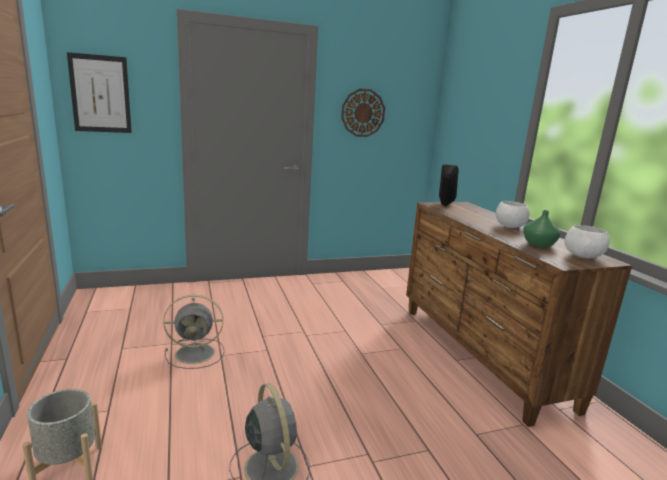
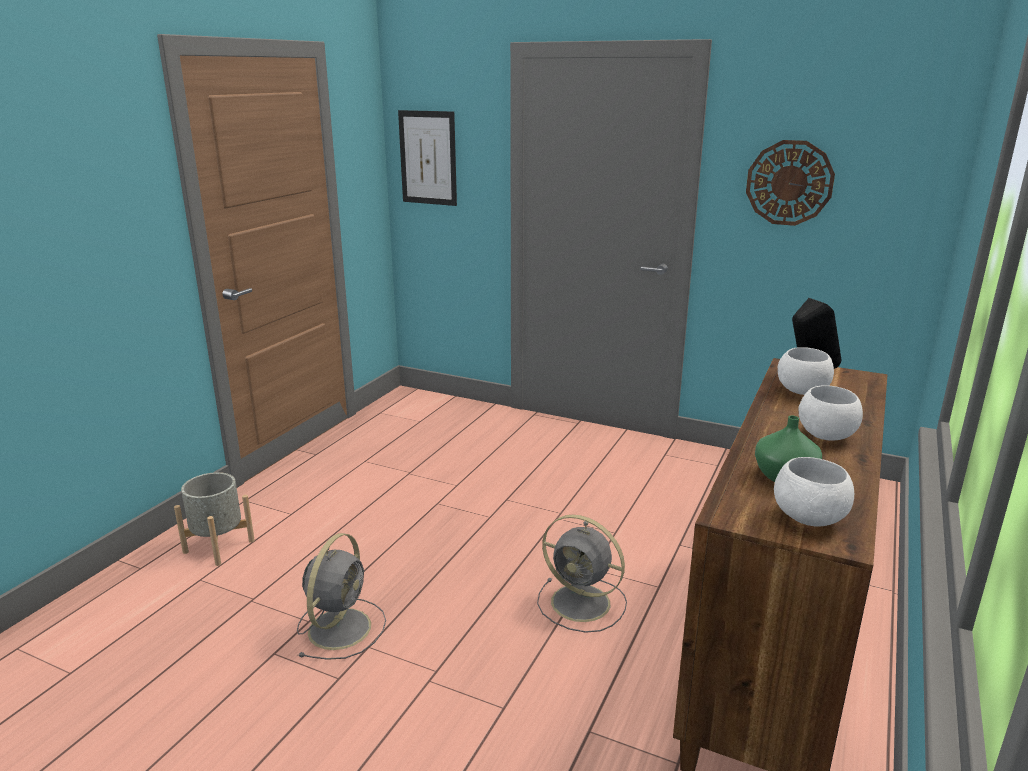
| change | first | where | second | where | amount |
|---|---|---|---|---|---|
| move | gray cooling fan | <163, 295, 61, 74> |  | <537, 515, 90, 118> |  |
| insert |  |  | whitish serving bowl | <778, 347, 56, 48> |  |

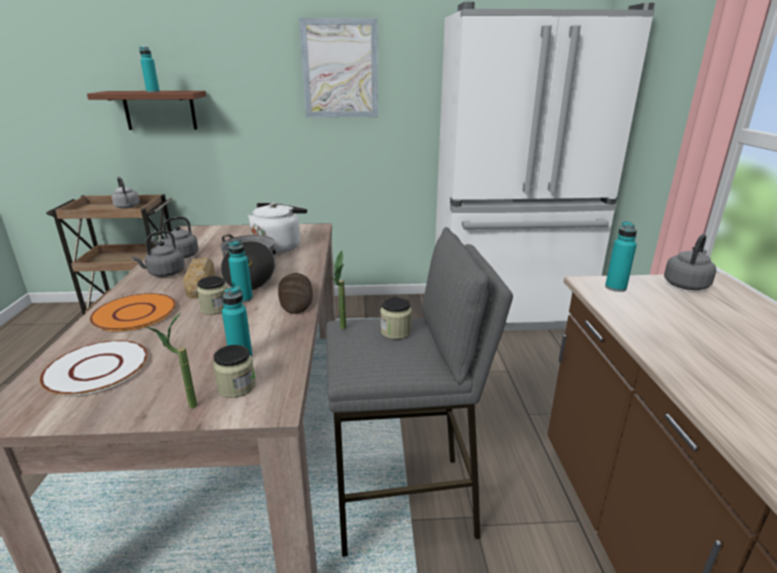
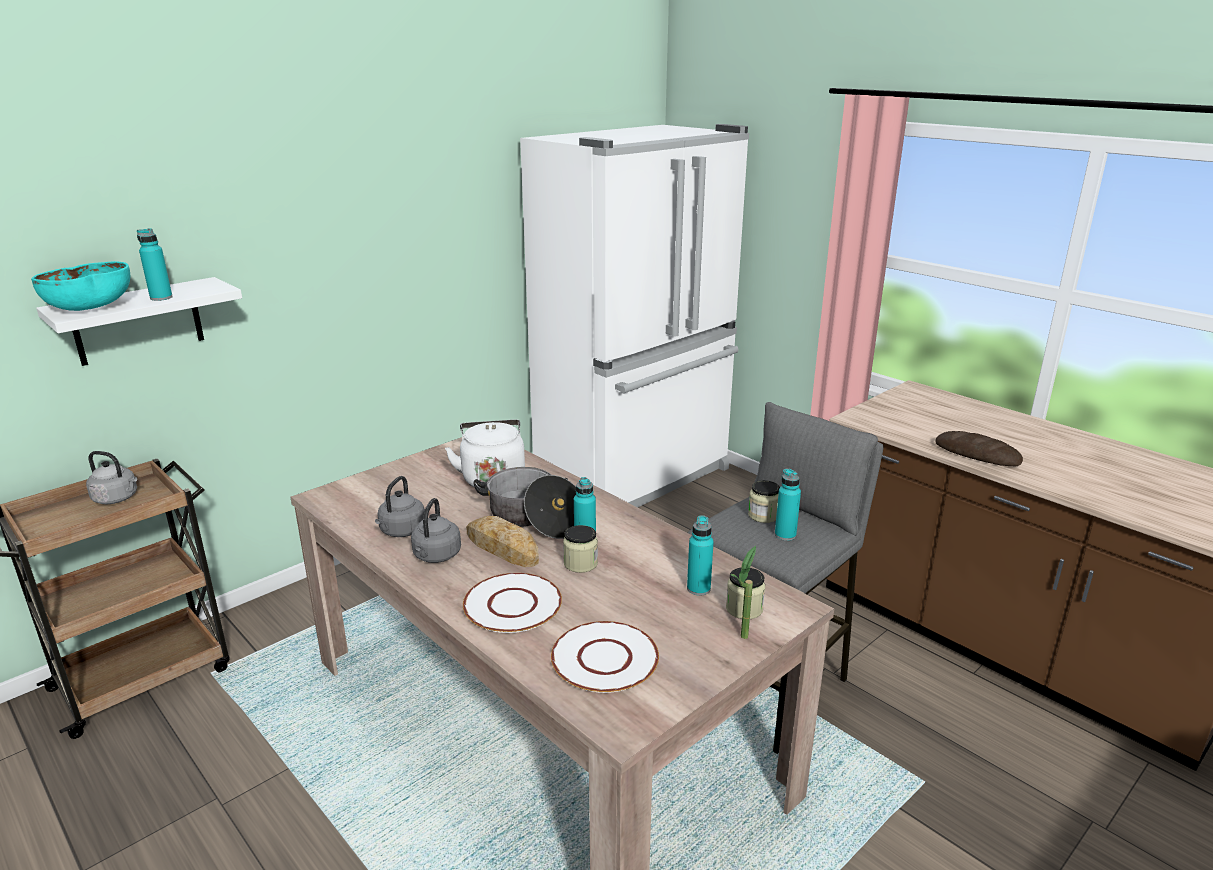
| change | first | where | second | where | amount |
|---|---|---|---|---|---|
| delete | picture | <299, 18, 79, 100> |  |  |  |
| recolor | brown bracket shelf | <87, 91, 119, 39> | whitish bracket shelf | <36, 277, 206, 89> |  |
| move | turquoise-coloured beverage bottle | <605, 221, 32, 71> |  | <775, 468, 26, 73> |  |
| delete | gray tea kettle | <664, 234, 52, 56> |  |  |  |
| delete | plant in a pot | <329, 250, 17, 79> |  |  |  |
| move | bread | <278, 273, 35, 41> |  | <935, 431, 88, 35> |  |
| recolor | orange-coloured plate | <90, 293, 86, 38> | whitish plate | <463, 573, 99, 60> |  |
| insert |  |  | turquoise-coloured serving bowl | <31, 261, 100, 50> |  |

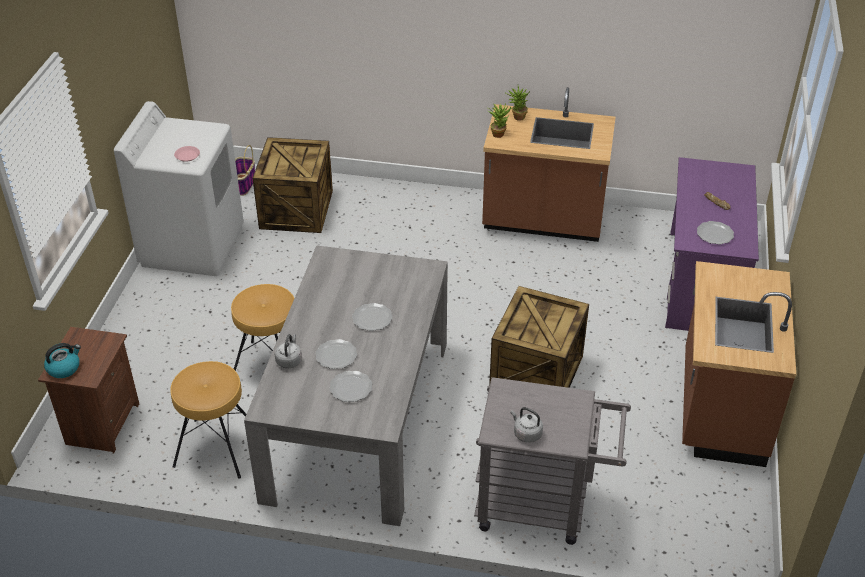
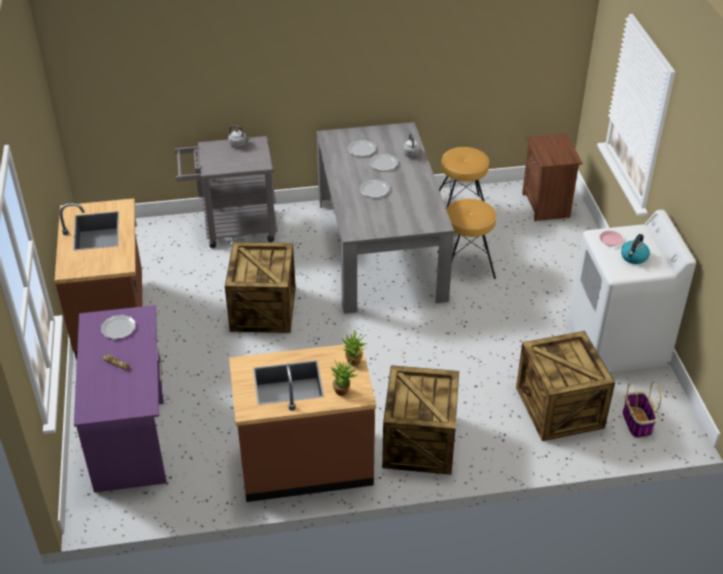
| change | first | where | second | where | amount |
|---|---|---|---|---|---|
| move | tea kettle | <44, 343, 37, 35> |  | <621, 234, 29, 30> |  |
| insert |  |  | shipping crate | <382, 365, 77, 110> |  |

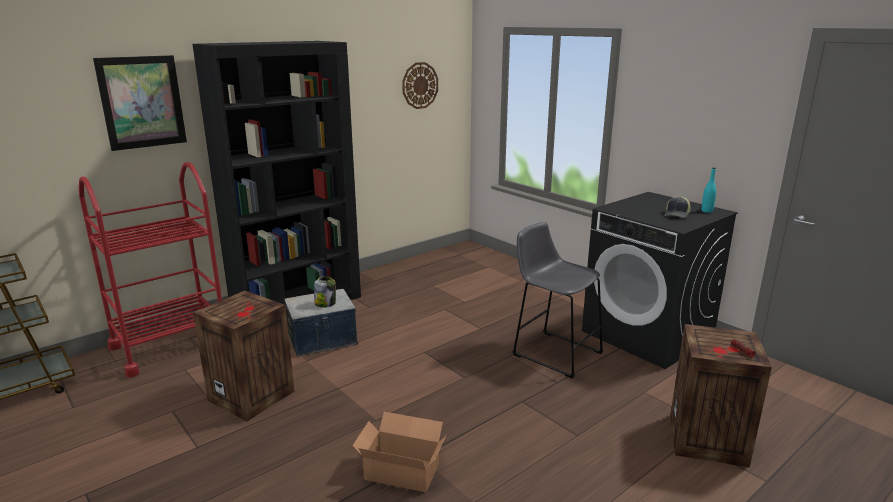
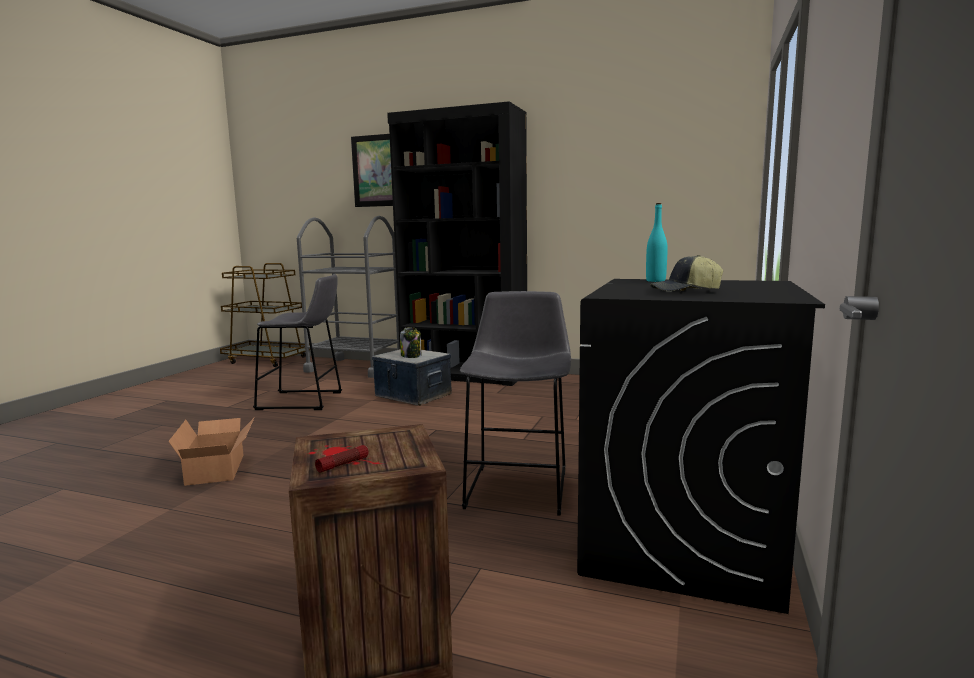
| change | first | where | second | where | amount |
|---|---|---|---|---|---|
| delete | wall clock | <402, 62, 36, 47> |  |  |  |
| recolor | red-coloured wheeled cart | <79, 162, 143, 216> | gray wheeled cart | <297, 216, 103, 162> |  |
| move | turquoise-coloured beverage bottle | <701, 167, 15, 46> |  | <646, 203, 22, 79> |  |
| replace | shipping crate | <193, 291, 102, 130> | gray stool seat | <253, 274, 89, 136> |  |

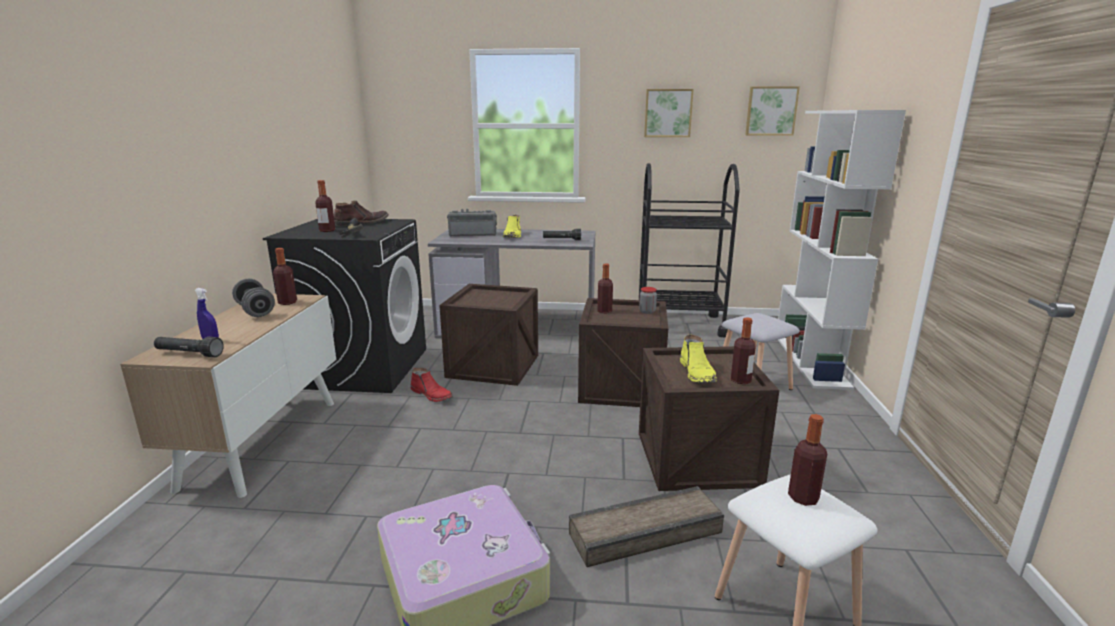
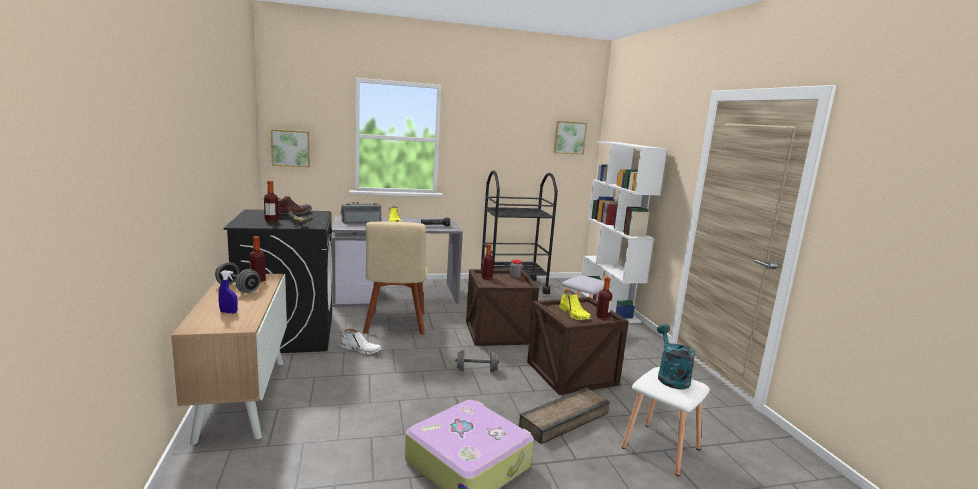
| change | first | where | second | where | amount |
|---|---|---|---|---|---|
| move | picture | <644, 89, 50, 48> |  | <271, 129, 39, 38> |  |
| replace | shipping crate | <439, 284, 99, 102> | beige plain chair | <363, 221, 65, 114> |  |
| delete | black hand torch | <154, 337, 70, 20> |  |  |  |
| recolor | red-coloured tall boot | <411, 368, 42, 34> | whitish tall boot | <341, 329, 41, 25> |  |
| replace | beverage bottle | <788, 414, 39, 92> | turquoise-coloured sprinkling can | <657, 324, 39, 65> |  |
| insert |  |  | gray dumbbell | <455, 350, 44, 22> |  |

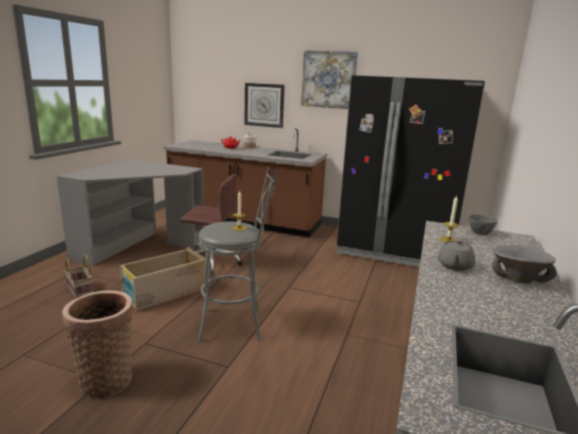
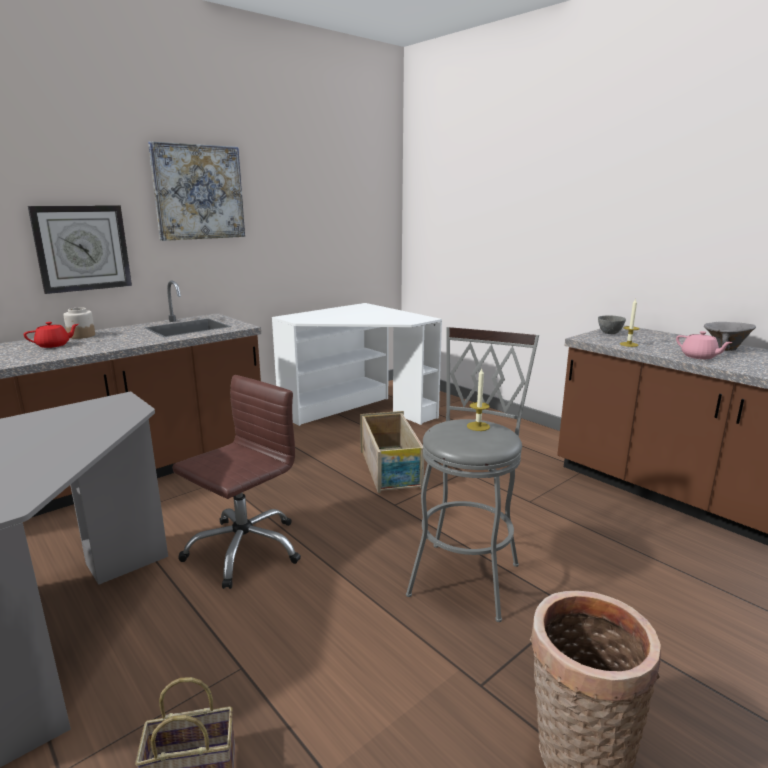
| change | first | where | second | where | amount |
|---|---|---|---|---|---|
| replace | black refrigerator | <337, 75, 148, 192> | whitish desk unit | <272, 303, 170, 123> |  |
| recolor | gray tea pot | <438, 239, 38, 32> | pink-coloured tea pot | <676, 331, 57, 28> |  |
| move | shipping crate | <120, 247, 85, 64> |  | <360, 411, 64, 82> |  |

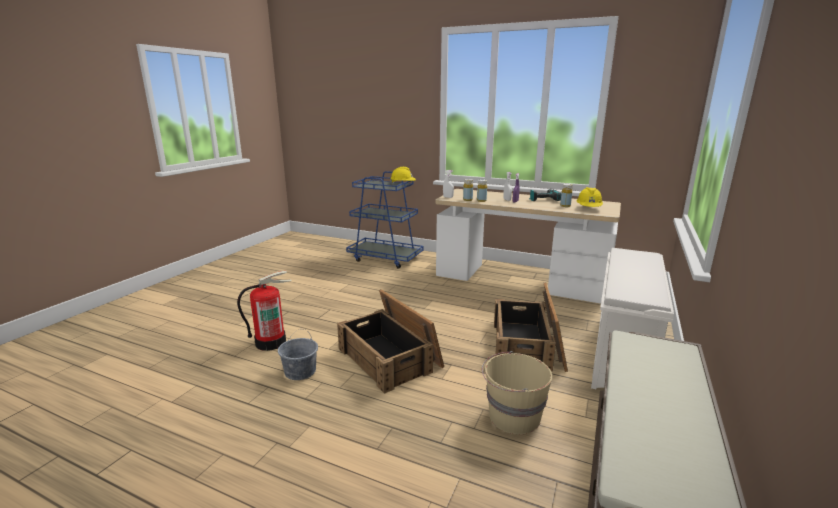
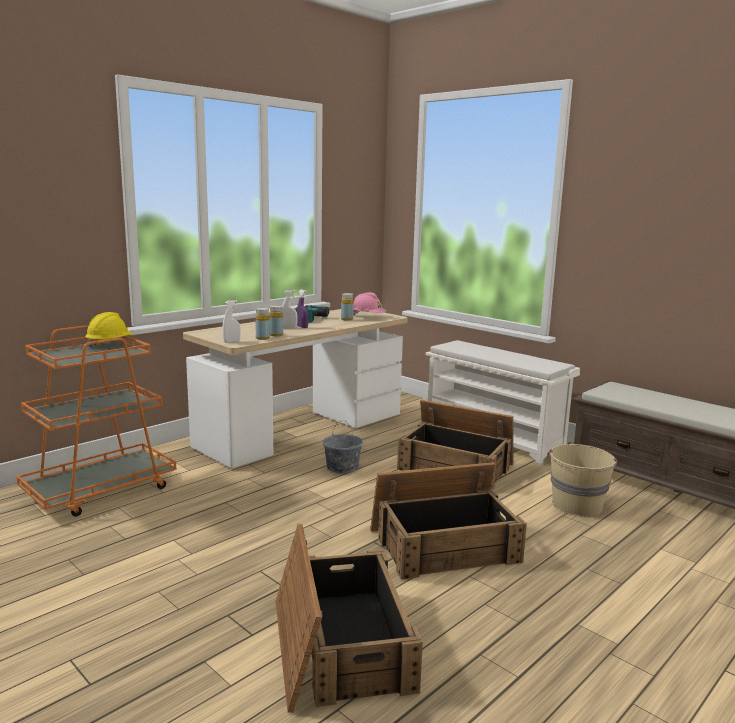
| change | first | where | second | where | amount |
|---|---|---|---|---|---|
| recolor | blue wheeled cart | <346, 171, 78, 98> | orange-coloured wheeled cart | <17, 325, 160, 192> |  |
| recolor | yellowish work helmet | <576, 187, 27, 20> | pink-coloured work helmet | <353, 292, 33, 23> |  |
| replace | fire extinguisher | <237, 271, 54, 80> | shipping crate | <275, 524, 148, 189> |  |
| move | gray pail | <278, 329, 40, 51> |  | <323, 420, 40, 54> |  |

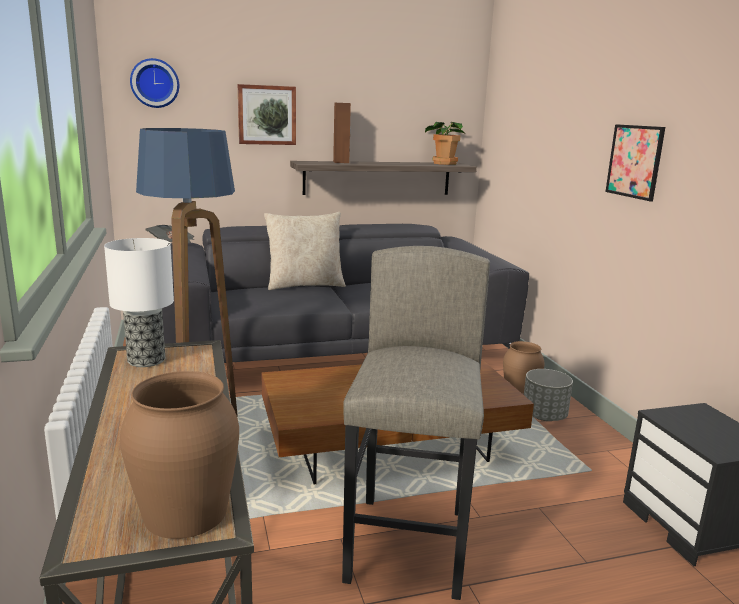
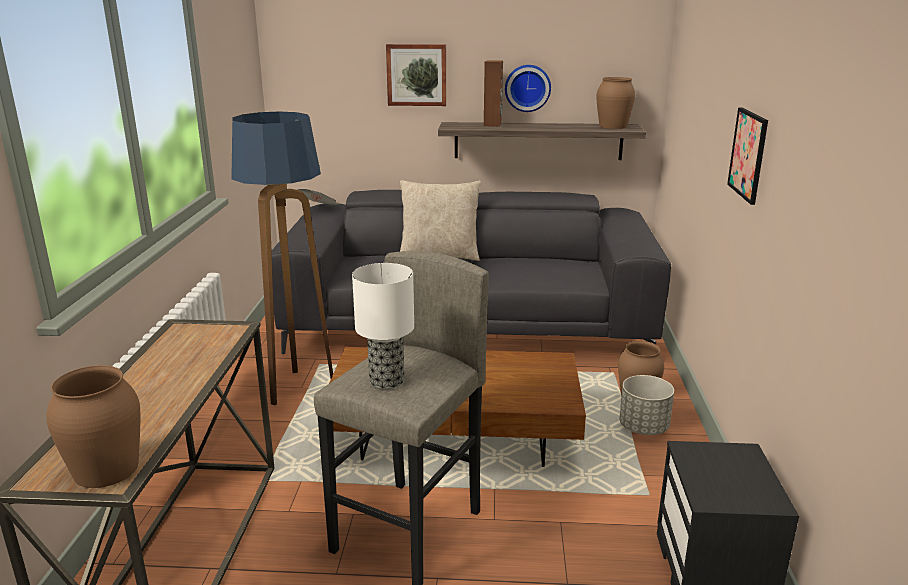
| change | first | where | second | where | amount |
|---|---|---|---|---|---|
| move | wall clock | <130, 58, 49, 50> |  | <505, 65, 46, 47> |  |
| replace | plant in a pot | <425, 122, 39, 43> | brown vase | <596, 77, 39, 52> |  |
| move | tabletop lamp | <104, 238, 70, 129> |  | <352, 263, 62, 126> |  |

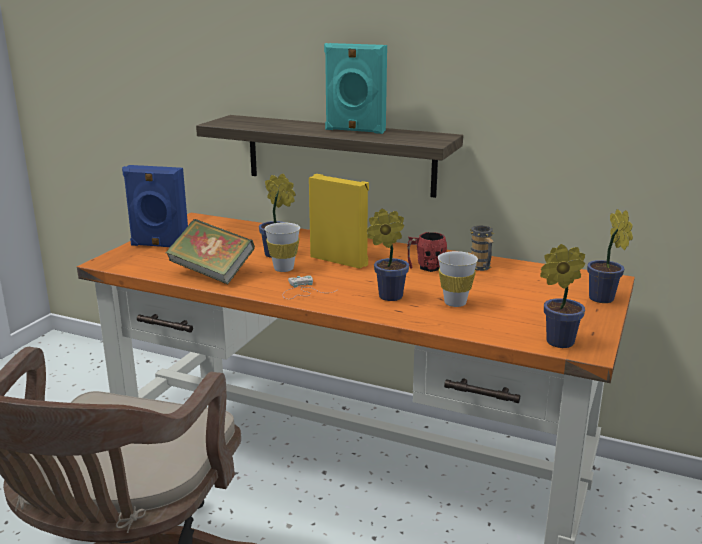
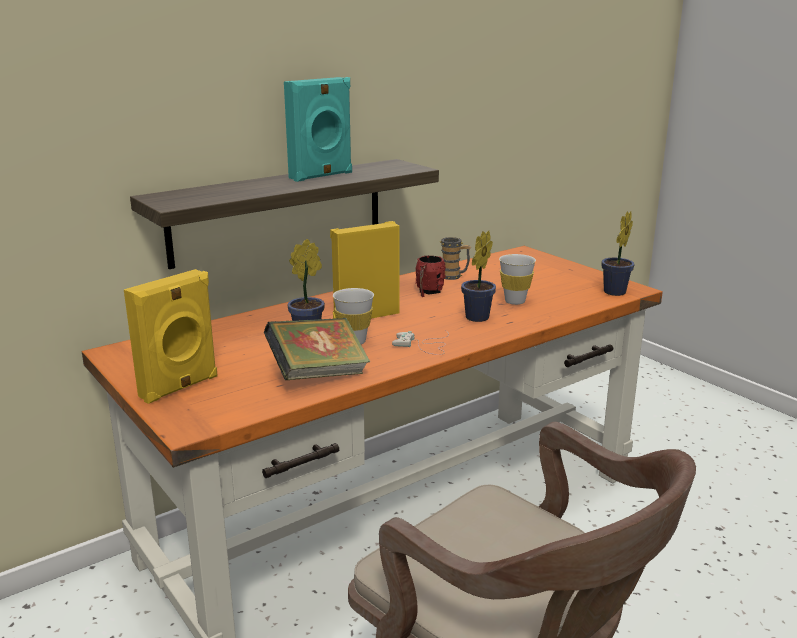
| change | first | where | second | where | amount |
|---|---|---|---|---|---|
| recolor | blue audio speaker | <122, 165, 66, 82> | yellowish audio speaker | <124, 269, 94, 135> |  |
| delete | plant in a pot | <587, 209, 46, 94> |  |  |  |

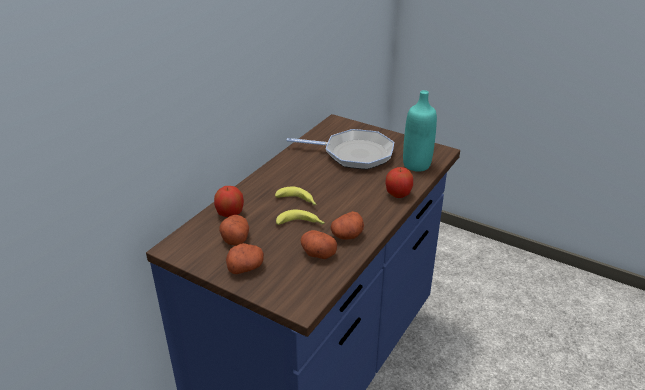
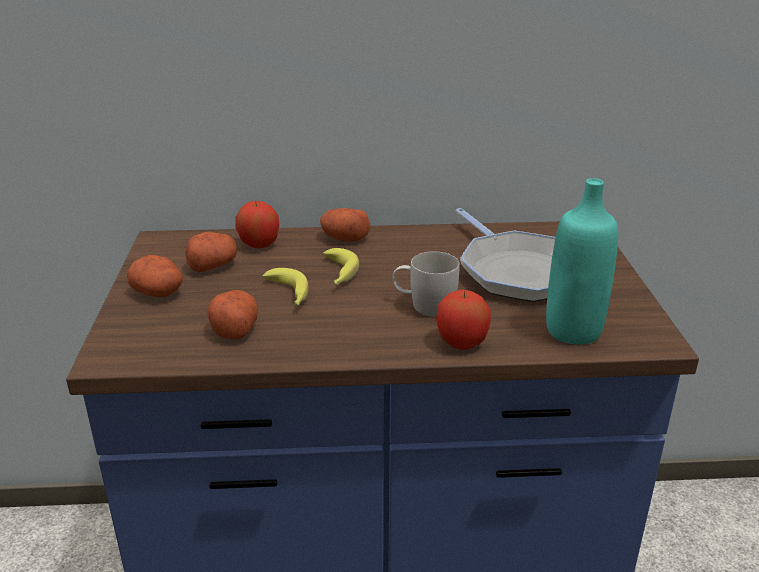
| change | first | where | second | where | amount |
|---|---|---|---|---|---|
| move | whole potato | <330, 211, 34, 29> |  | <320, 208, 50, 33> |  |
| insert |  |  | whitish mug | <392, 251, 68, 66> |  |

